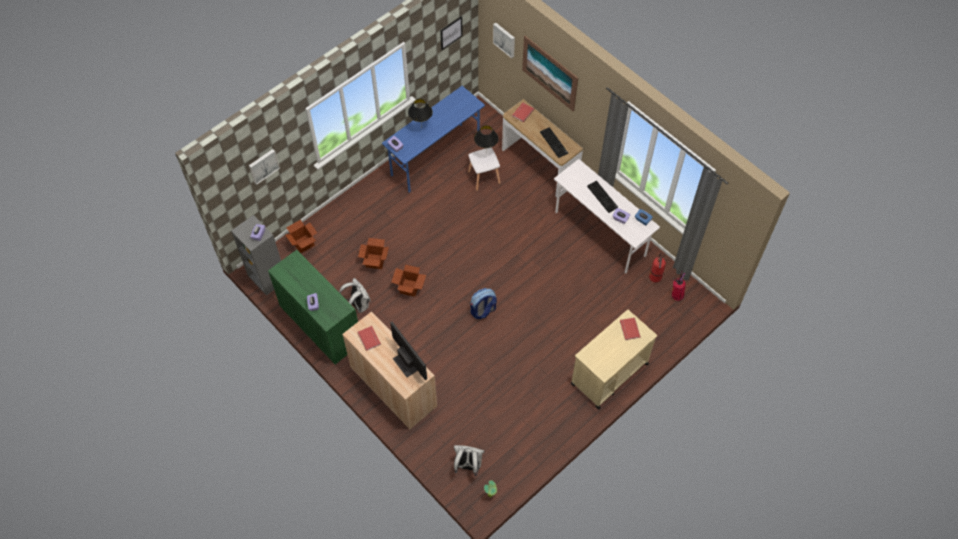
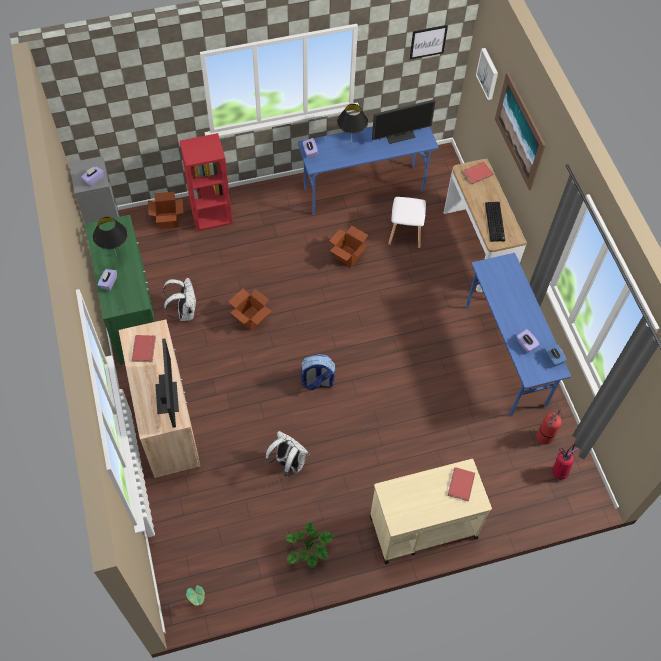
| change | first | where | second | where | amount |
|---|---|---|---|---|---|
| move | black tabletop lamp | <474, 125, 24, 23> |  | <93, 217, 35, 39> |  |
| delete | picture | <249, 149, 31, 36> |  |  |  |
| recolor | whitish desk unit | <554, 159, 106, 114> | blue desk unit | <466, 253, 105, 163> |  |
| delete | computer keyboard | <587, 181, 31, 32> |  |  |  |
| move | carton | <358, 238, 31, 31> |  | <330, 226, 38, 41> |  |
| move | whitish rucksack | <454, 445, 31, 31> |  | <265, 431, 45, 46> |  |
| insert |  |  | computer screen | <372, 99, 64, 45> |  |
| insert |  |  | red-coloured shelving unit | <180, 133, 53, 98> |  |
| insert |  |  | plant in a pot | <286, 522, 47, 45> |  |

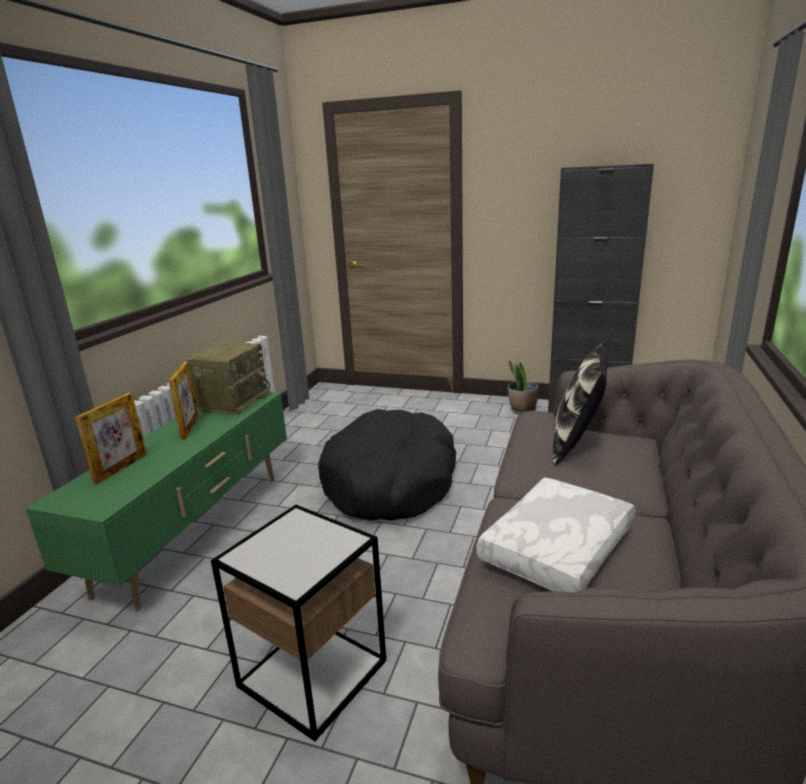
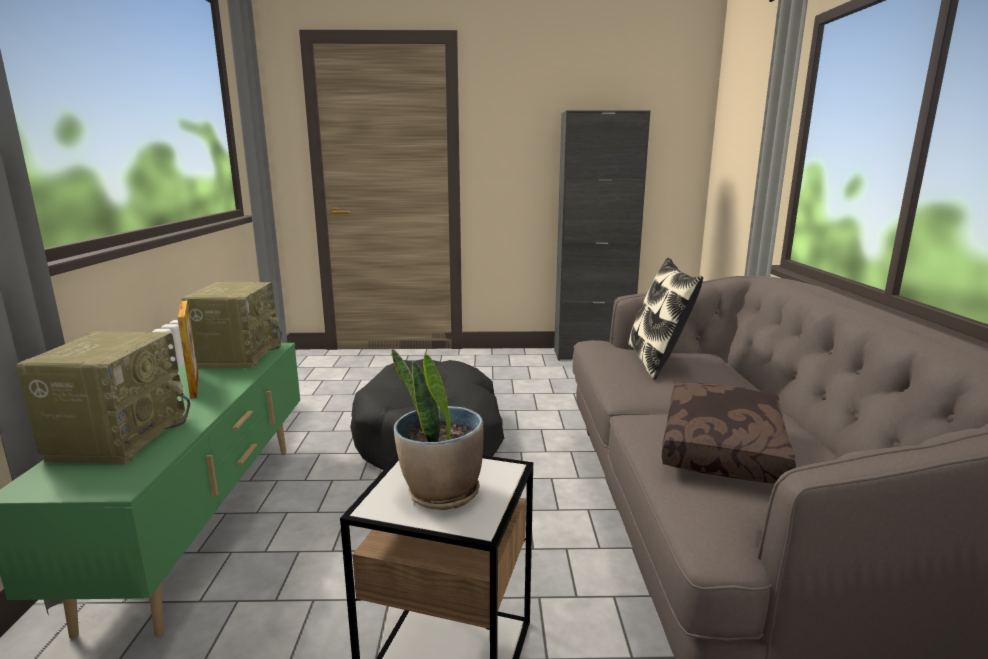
| change | first | where | second | where | amount |
|---|---|---|---|---|---|
| move | plant in a pot | <508, 360, 31, 54> |  | <392, 349, 92, 161> |  |
| replace | picture frame | <75, 392, 72, 92> | radio | <16, 331, 174, 133> |  |
| recolor | whitish throw pillow | <477, 478, 158, 114> | brown throw pillow | <662, 383, 134, 101> |  |

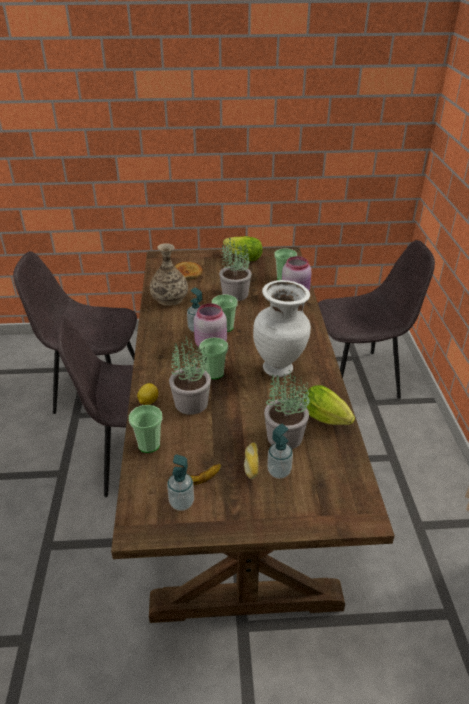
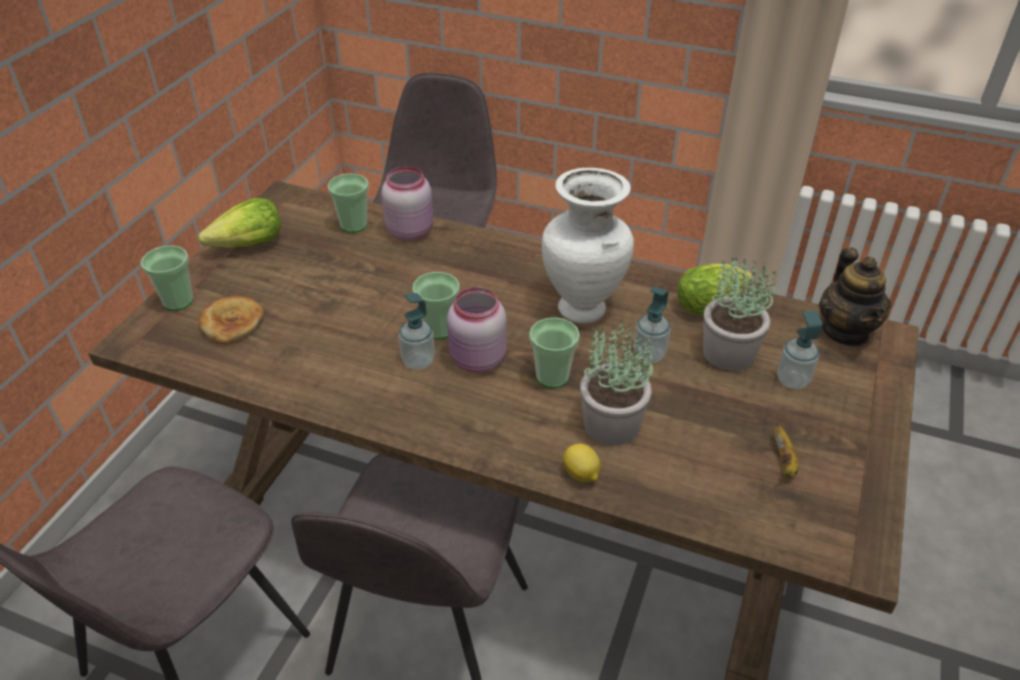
| change | first | where | second | where | amount |
|---|---|---|---|---|---|
| delete | plant in a pot | <219, 238, 33, 63> |  |  |  |
| delete | vase | <149, 243, 39, 63> |  |  |  |
| move | small cup | <129, 405, 34, 48> |  | <141, 245, 52, 66> |  |
| delete | bread | <244, 442, 15, 37> |  |  |  |
| move | soap bottle | <167, 454, 27, 57> |  | <634, 287, 37, 76> |  |
| insert |  |  | tea pot | <819, 247, 72, 100> |  |

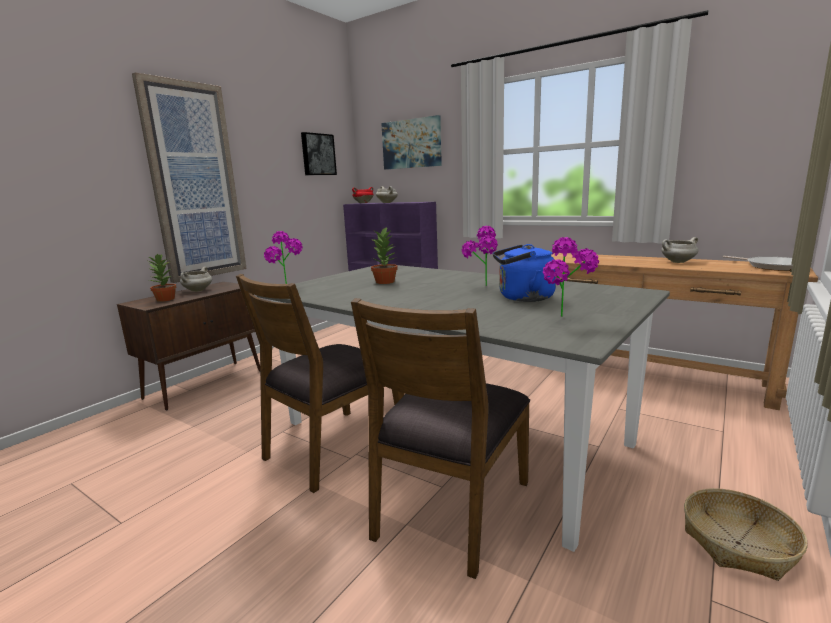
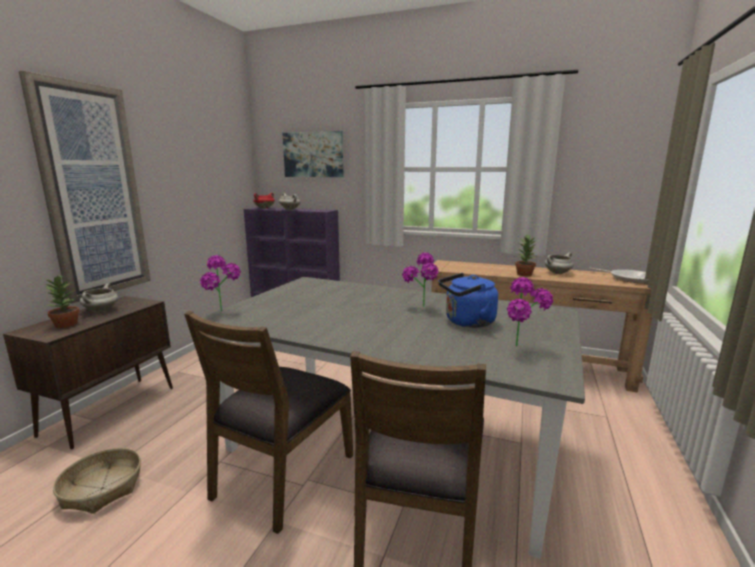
| change | first | where | second | where | amount |
|---|---|---|---|---|---|
| delete | picture | <301, 132, 36, 43> |  |  |  |
| move | plant in a pot | <371, 226, 27, 58> |  | <515, 234, 21, 42> |  |
| move | storage basket | <684, 488, 124, 93> |  | <53, 448, 88, 66> |  |

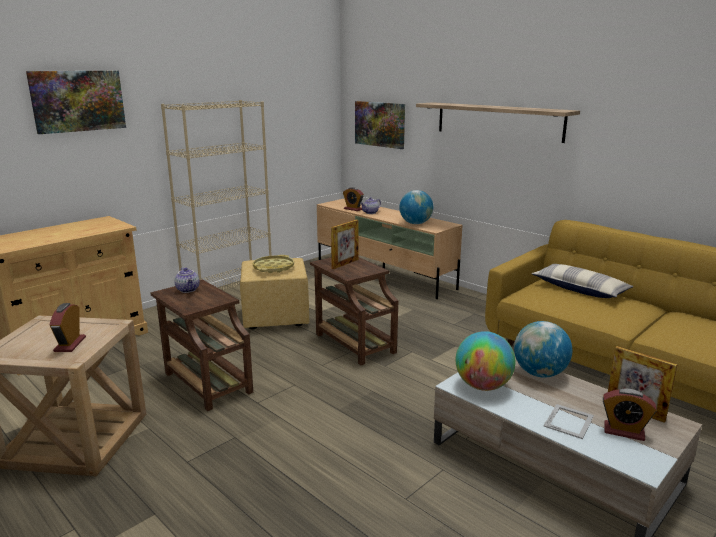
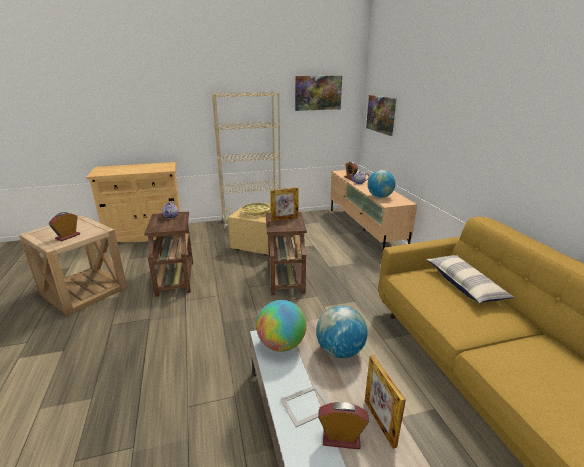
| change | first | where | second | where | amount |
|---|---|---|---|---|---|
| move | picture | <26, 70, 100, 64> |  | <295, 76, 47, 35> |  |
| delete | bracket shelf | <416, 102, 164, 41> |  |  |  |
| rotate | alarm clock | <603, 389, 54, 52> |  | <318, 402, 51, 47> | 135 degrees clockwise |

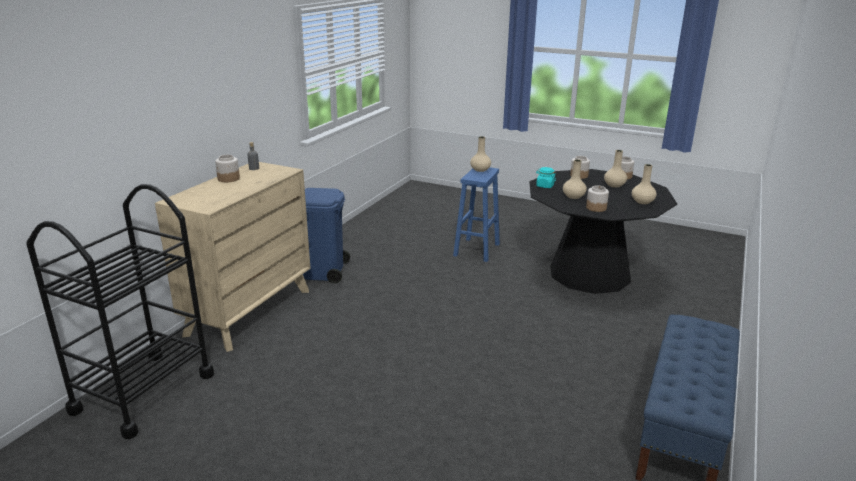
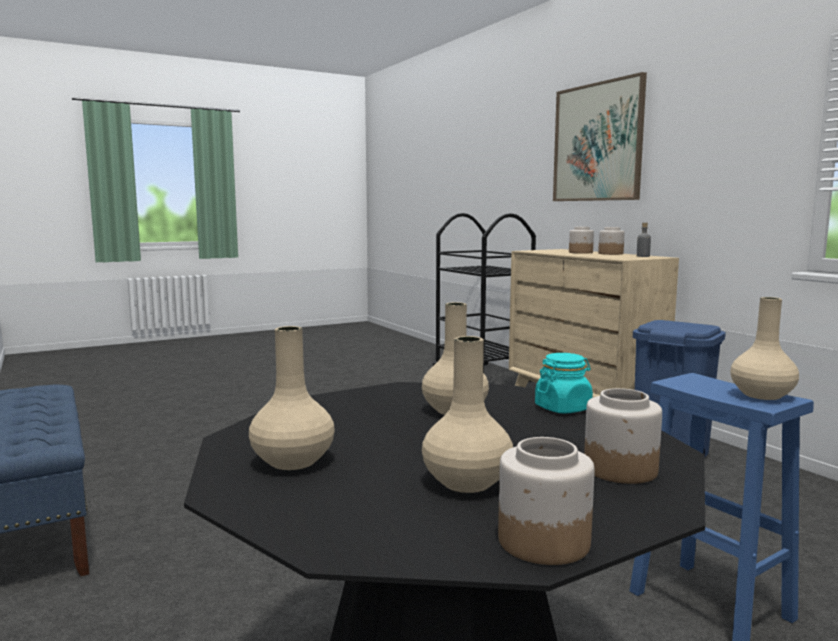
| change | first | where | second | where | amount |
|---|---|---|---|---|---|
| move | preserve jar | <586, 185, 23, 27> |  | <569, 227, 25, 27> |  |
| insert |  |  | picture | <553, 72, 94, 129> |  |

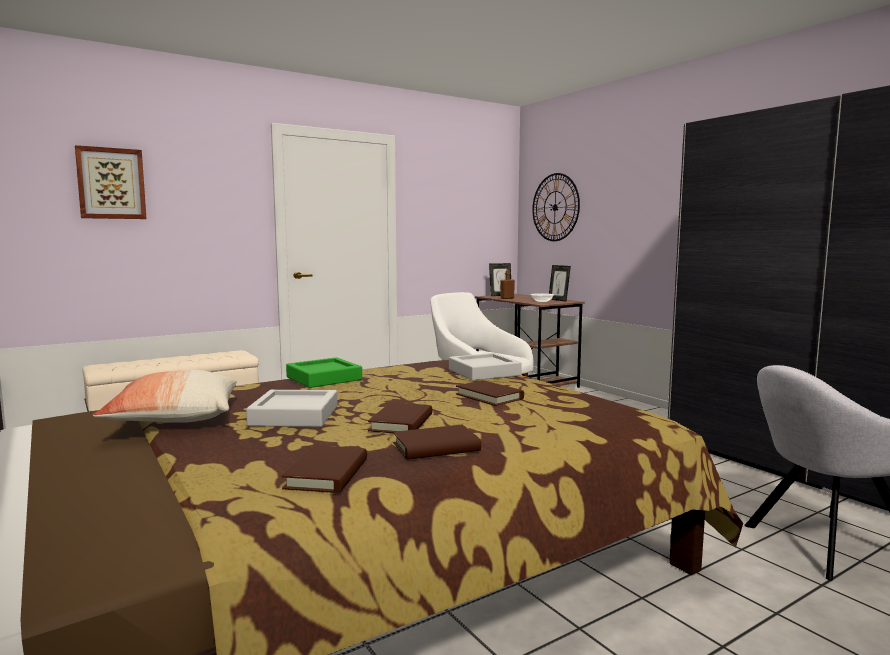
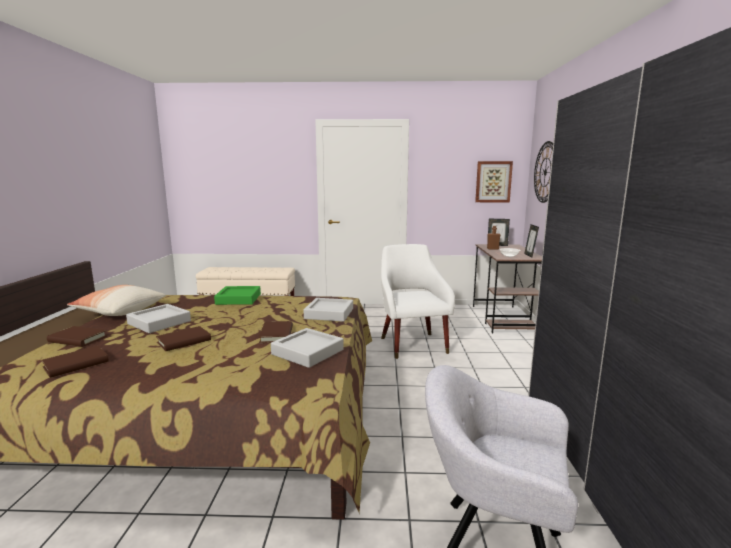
| change | first | where | second | where | amount |
|---|---|---|---|---|---|
| move | picture | <75, 145, 72, 74> |  | <475, 161, 38, 41> |  |
| move | brown volume | <393, 425, 88, 35> |  | <47, 326, 60, 21> |  |
| insert |  |  | gray serving tray | <271, 328, 73, 40> |  |

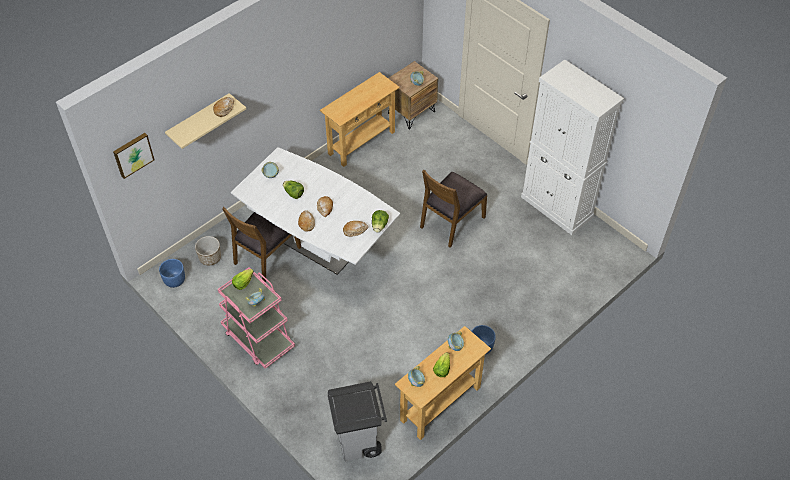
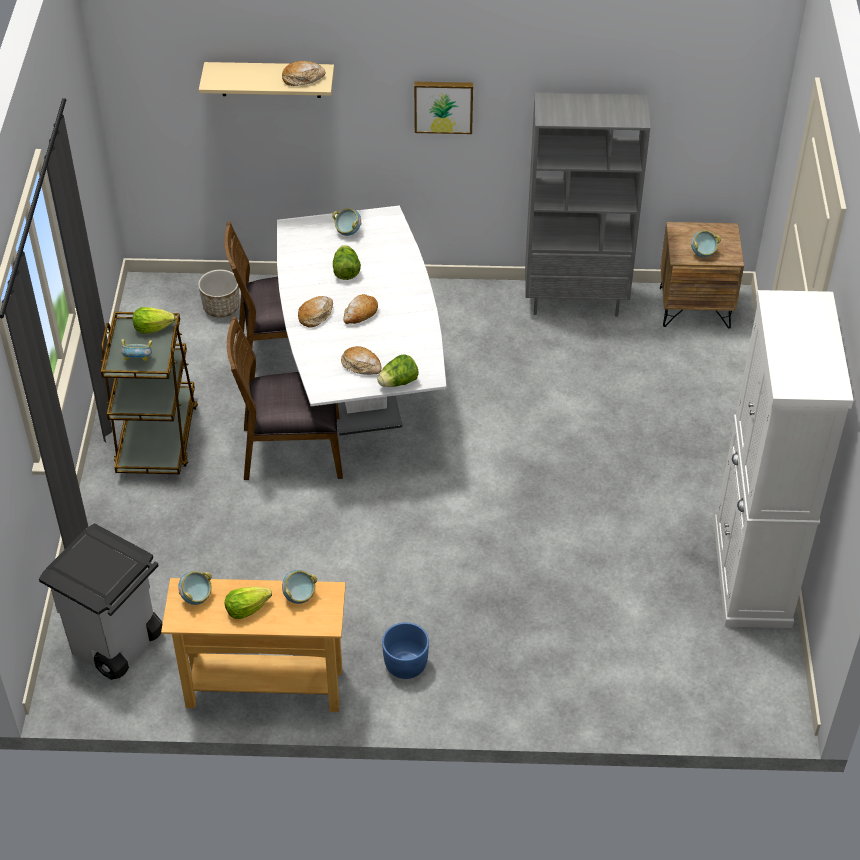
| change | first | where | second | where | amount |
|---|---|---|---|---|---|
| replace | beige console table | <320, 72, 80, 95> | gray shelving unit | <525, 93, 125, 224> |  |
| move | picture | <113, 133, 42, 46> |  | <414, 82, 59, 52> |  |
| move | brown plain chair | <420, 170, 68, 77> |  | <227, 316, 116, 164> |  |
| delete | blue plant pot | <159, 259, 26, 29> |  |  |  |
| recolor | pink-coloured wheeled cart | <218, 267, 77, 102> | brown wheeled cart | <101, 312, 97, 162> |  |

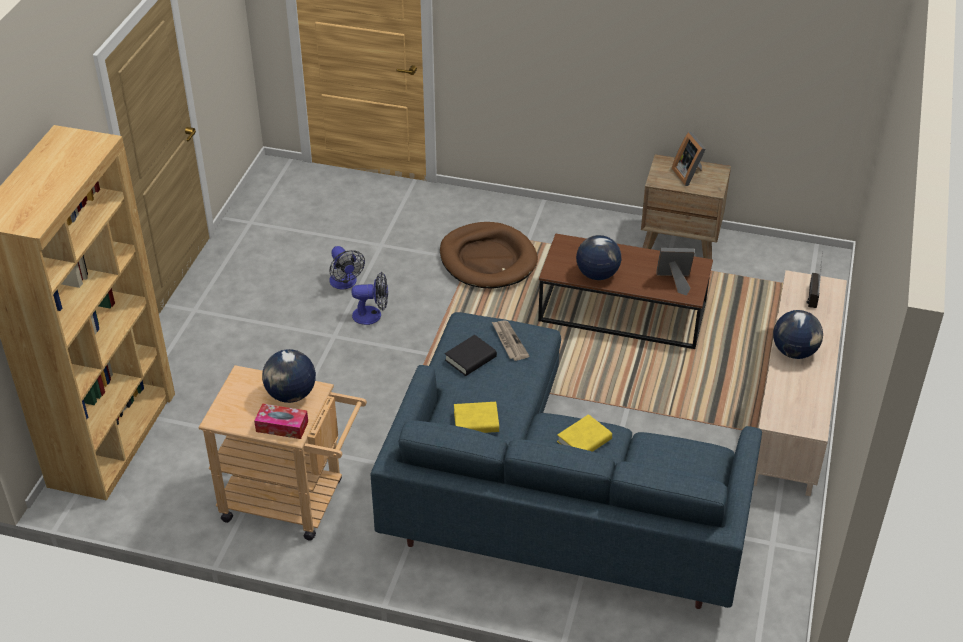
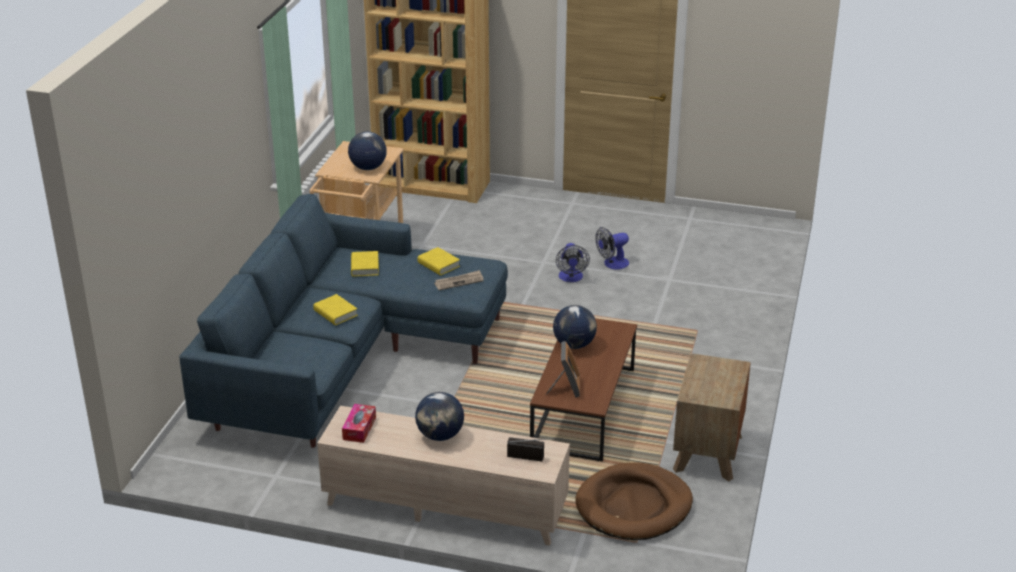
| change | first | where | second | where | amount |
|---|---|---|---|---|---|
| delete | picture frame | <672, 132, 34, 54> |  |  |  |
| move | brown dog bed | <440, 222, 98, 67> |  | <575, 462, 118, 78> |  |
| recolor | black volume | <445, 335, 52, 41> | yellowish volume | <417, 247, 43, 29> |  |
| move | tissue box | <254, 403, 54, 36> |  | <342, 404, 34, 39> |  |

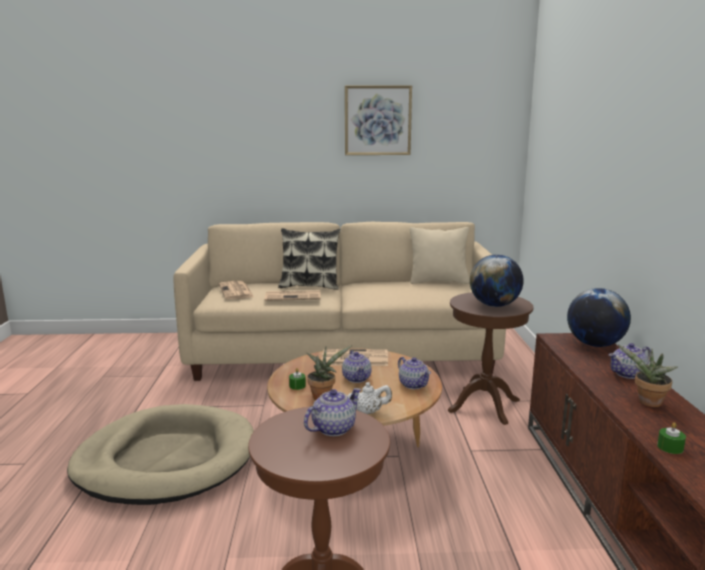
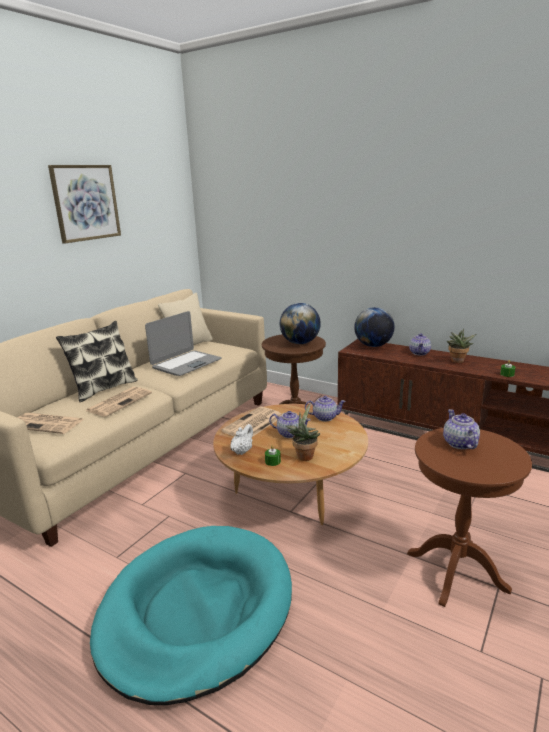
| change | first | where | second | where | amount |
|---|---|---|---|---|---|
| move | whitish tea pot | <347, 382, 45, 32> |  | <230, 424, 23, 31> |  |
| recolor | beige dog bed | <67, 404, 187, 101> | turquoise-coloured dog bed | <90, 526, 202, 179> |  |
| insert |  |  | portable computer | <145, 311, 77, 65> |  |

